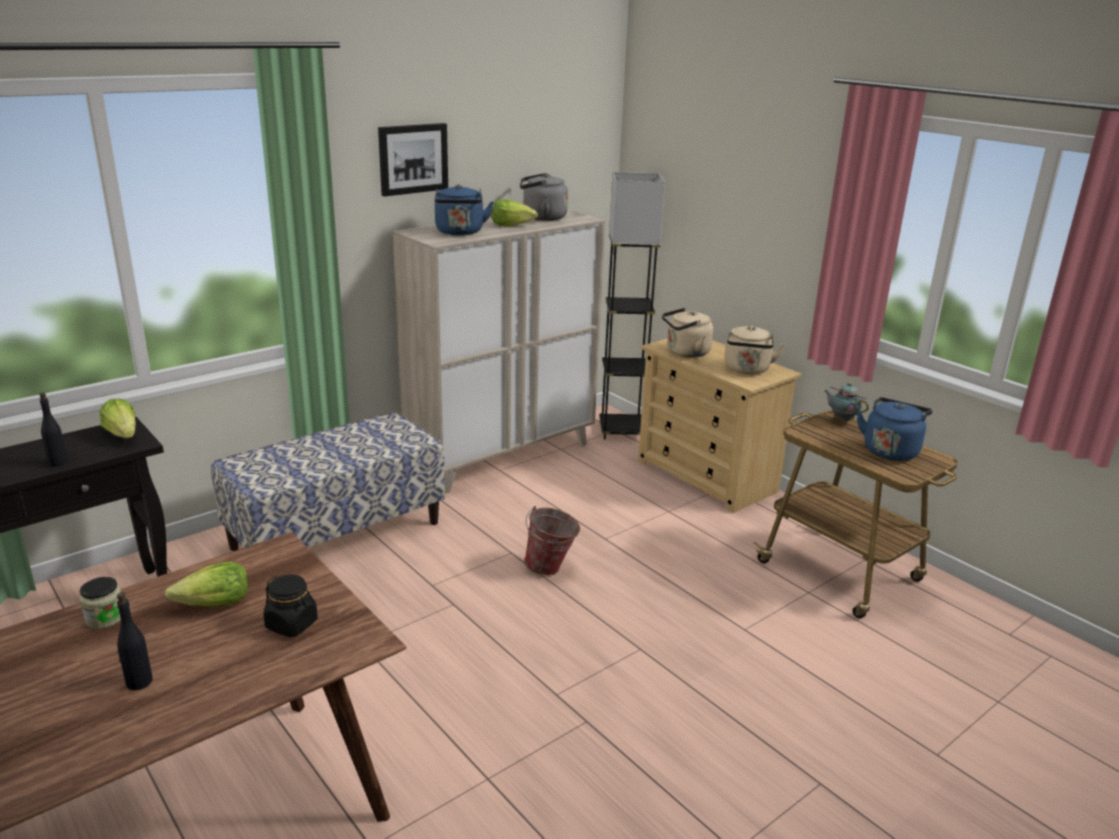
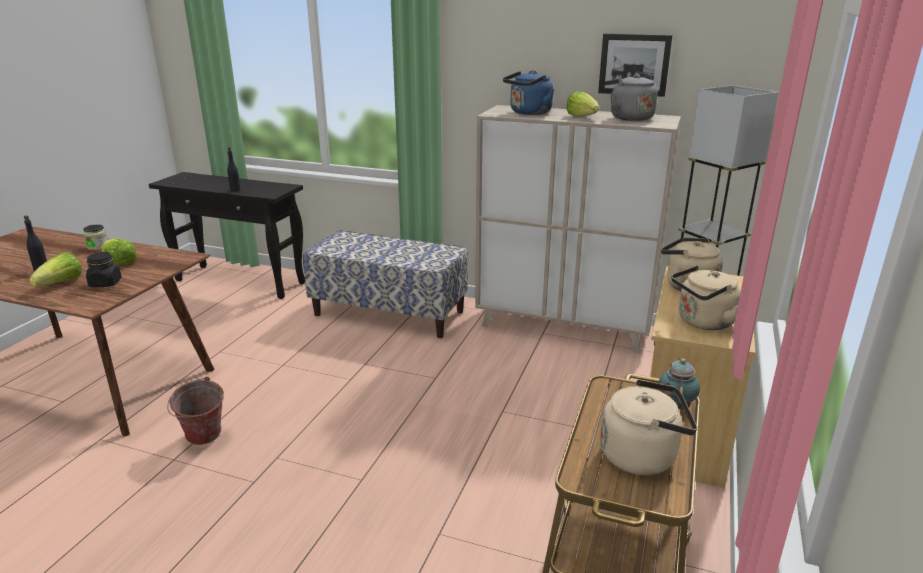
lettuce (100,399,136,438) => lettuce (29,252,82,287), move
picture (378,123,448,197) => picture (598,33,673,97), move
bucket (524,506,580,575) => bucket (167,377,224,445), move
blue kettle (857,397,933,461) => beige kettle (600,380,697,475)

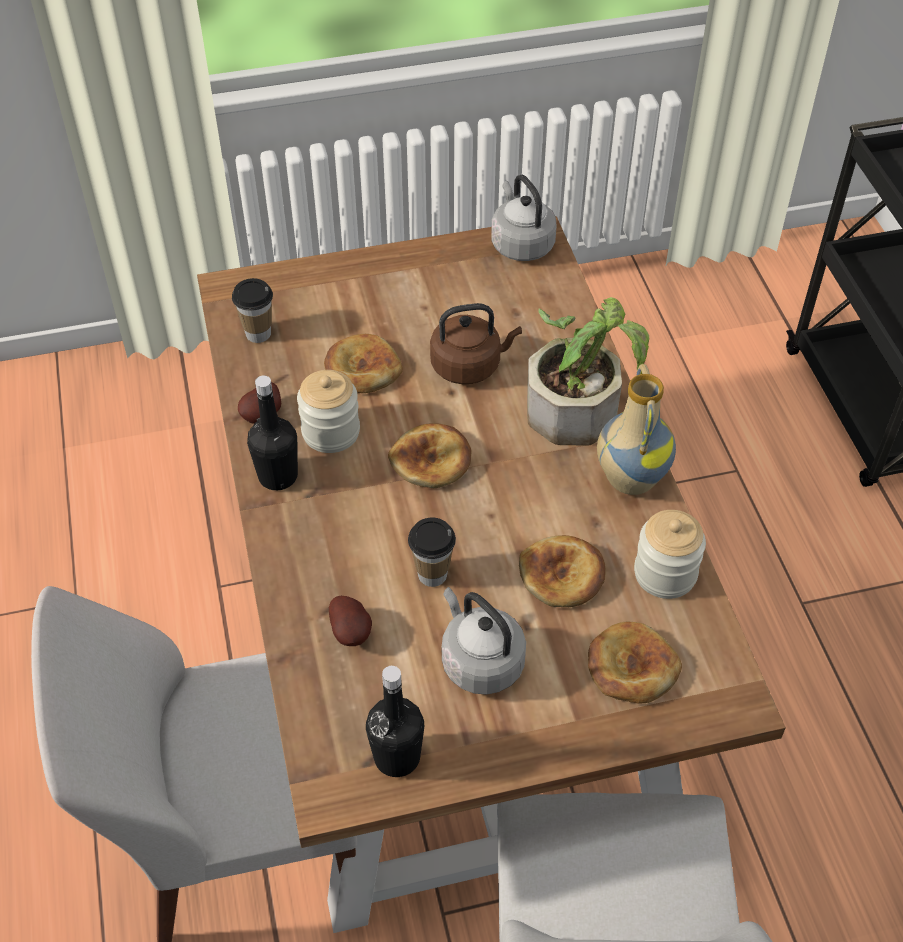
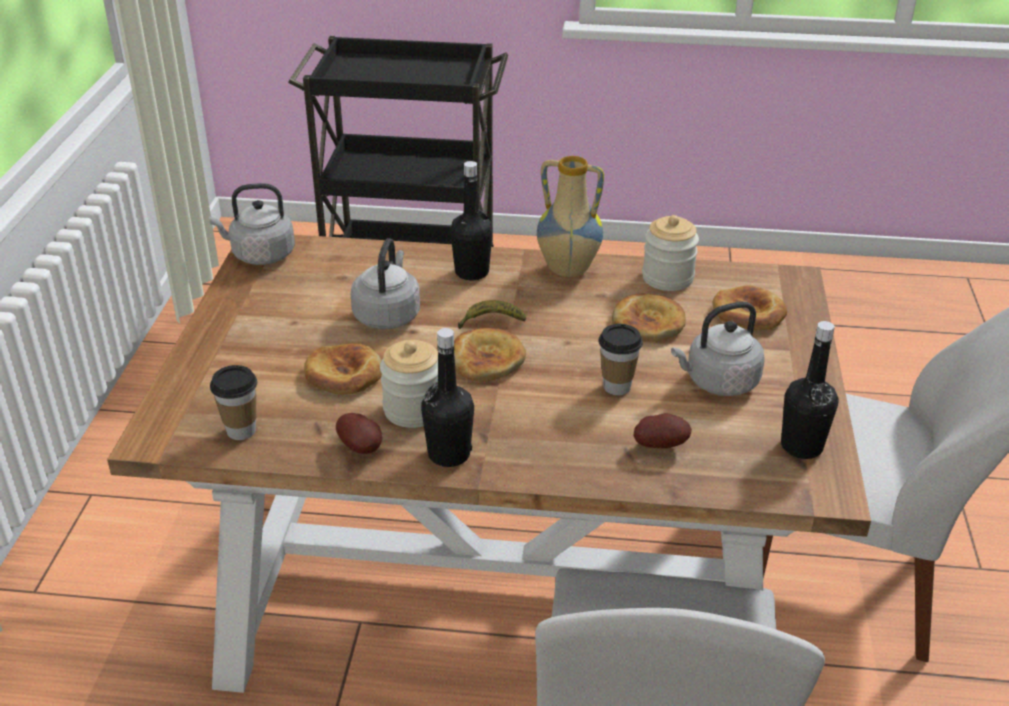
nothing => banana (458,300,526,329)
potted plant (527,297,649,446) => black bottle (450,161,493,280)
brown kettle (430,303,522,384) => grey kettle (350,238,420,329)

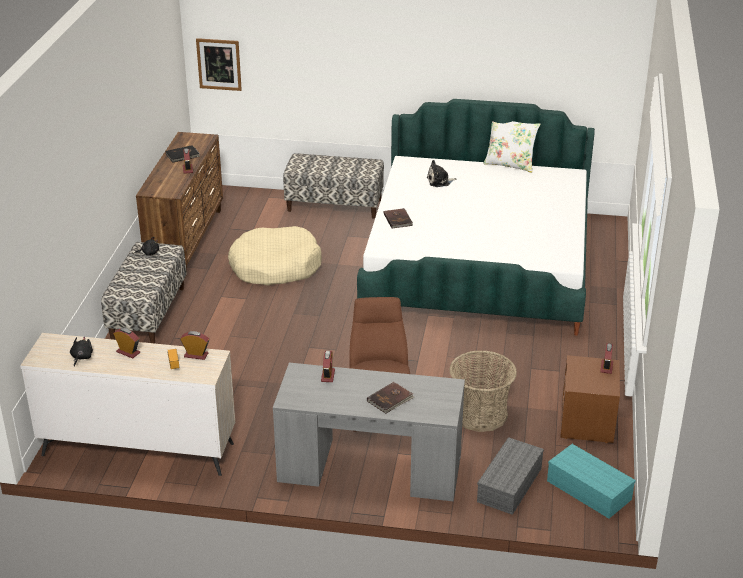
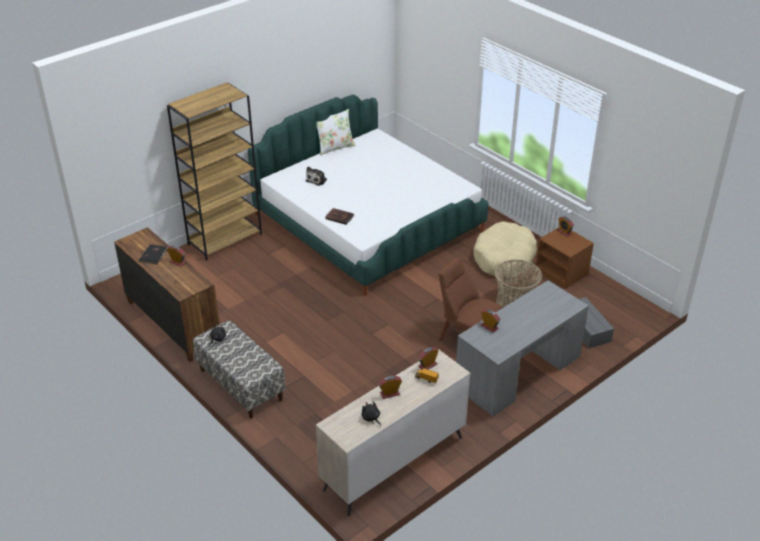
picture (196,38,242,91) => nothing
brown book (367,382,414,413) => nothing
turquoise storage box (547,444,636,518) => nothing
beige dog bed (228,226,322,286) => beige dog bed (473,221,537,277), move
bench (283,153,384,218) => brown bookcase (167,83,262,261)

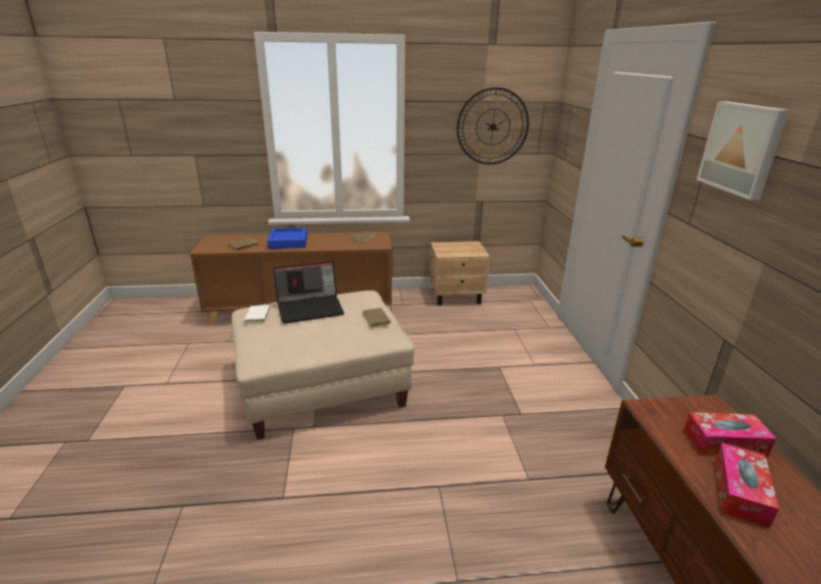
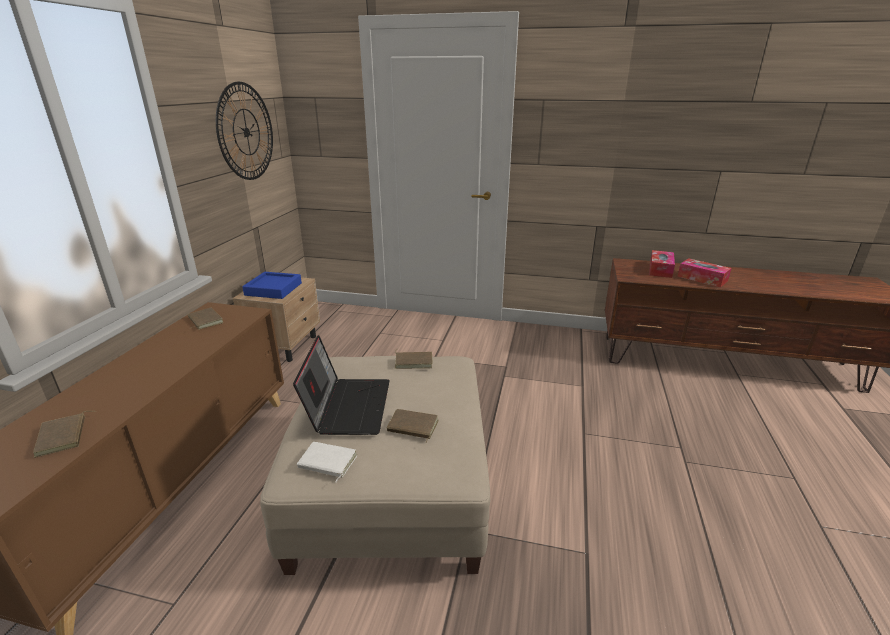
picture (697,101,790,200) => nothing
nothing => brown book (387,409,439,442)
blue tray (267,228,307,249) => blue tray (242,272,302,299), move

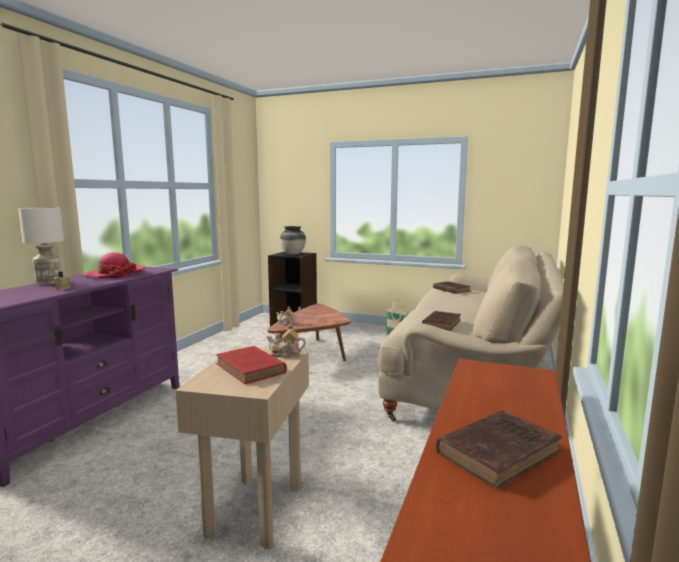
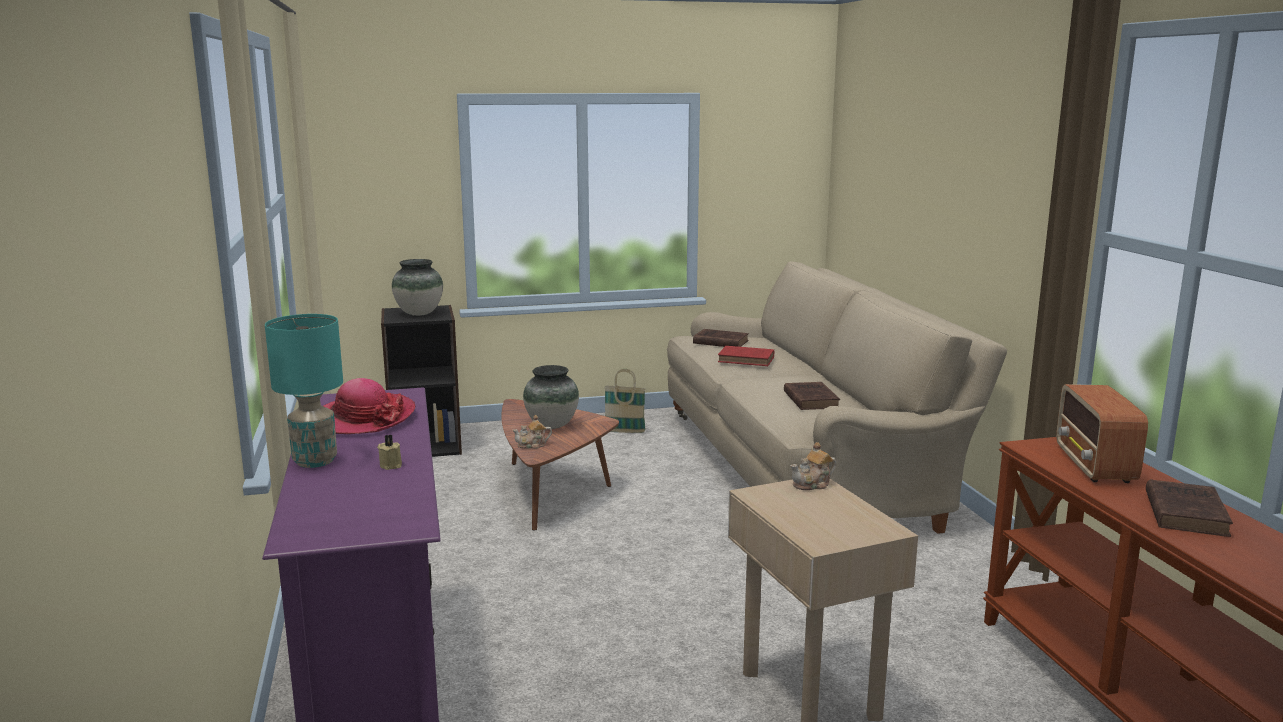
nothing => vase (523,365,579,429)
nothing => radio (1056,384,1148,483)
red book (216,346,287,384) => red book (718,346,774,366), move
white table lamp (18,207,64,285) => turquoise table lamp (265,314,343,468)

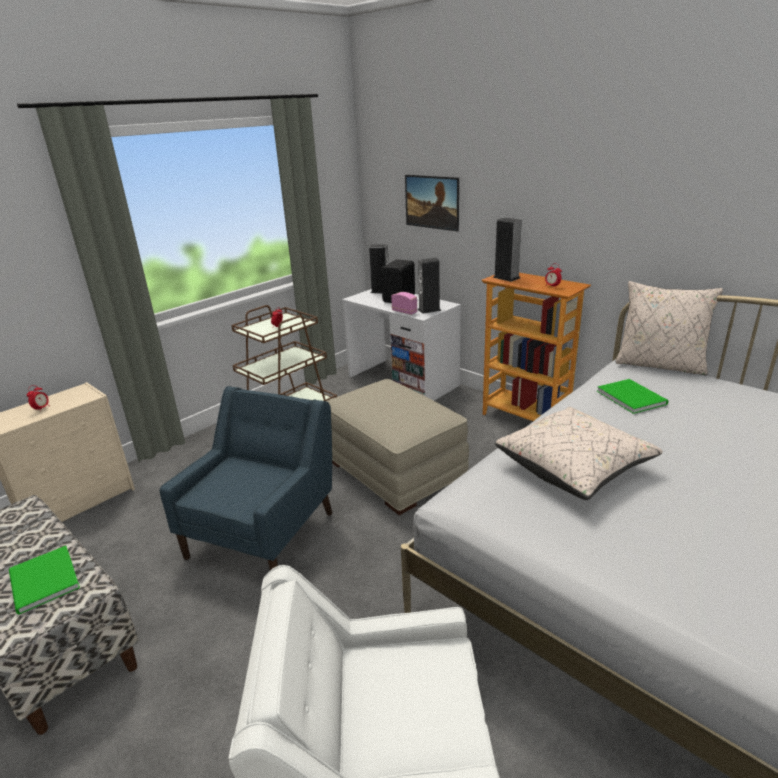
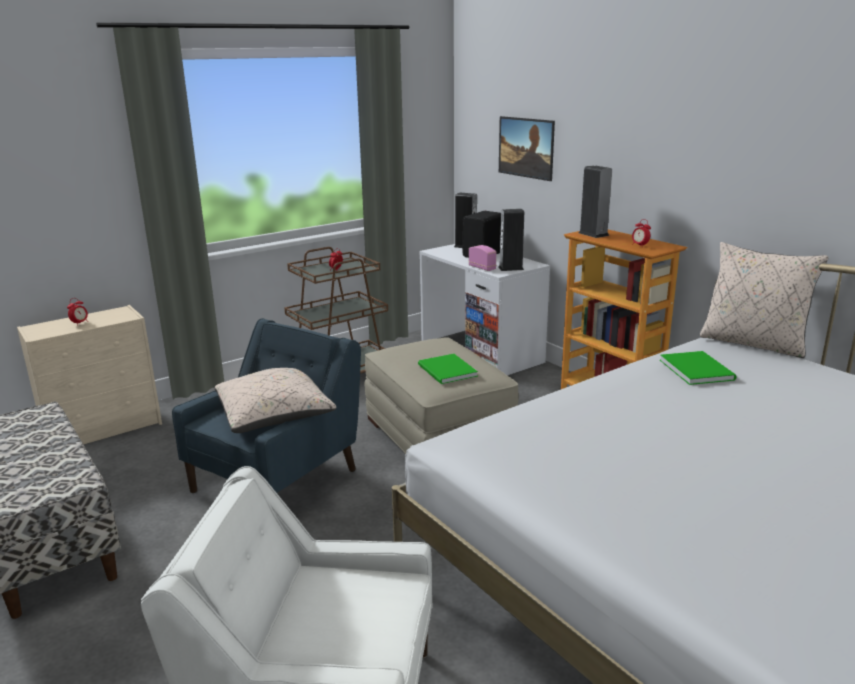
green book (9,546,80,615) => green book (418,354,478,384), move
beige pillow (495,407,663,500) => beige pillow (215,368,337,433), move

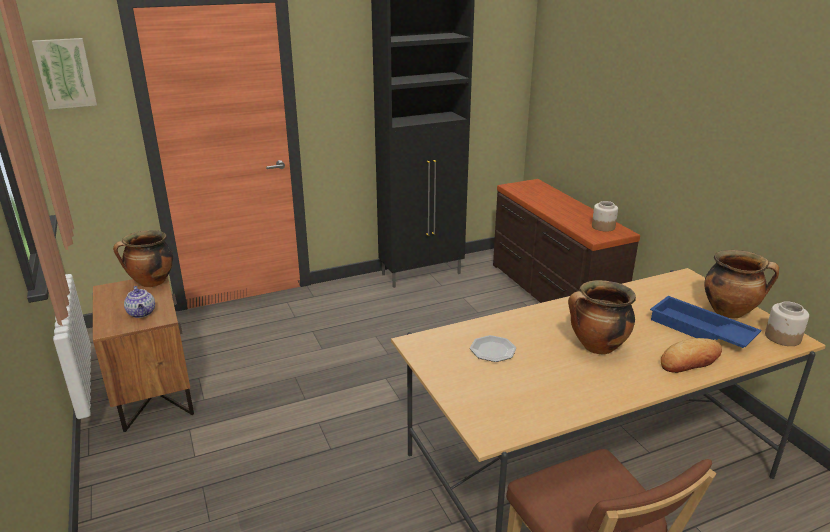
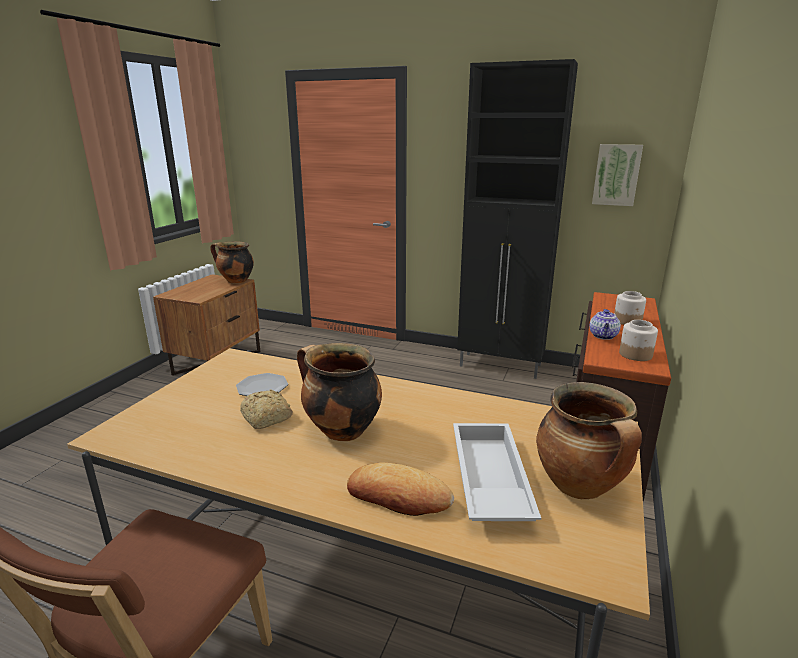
nothing => bread (240,390,293,429)
picture (32,38,97,110) => picture (592,144,643,206), move
teapot (124,286,155,318) => teapot (589,309,621,340), move
jar (765,301,809,346) => jar (614,291,646,325), move
blue tray (650,296,762,348) => white tray (453,423,541,521)

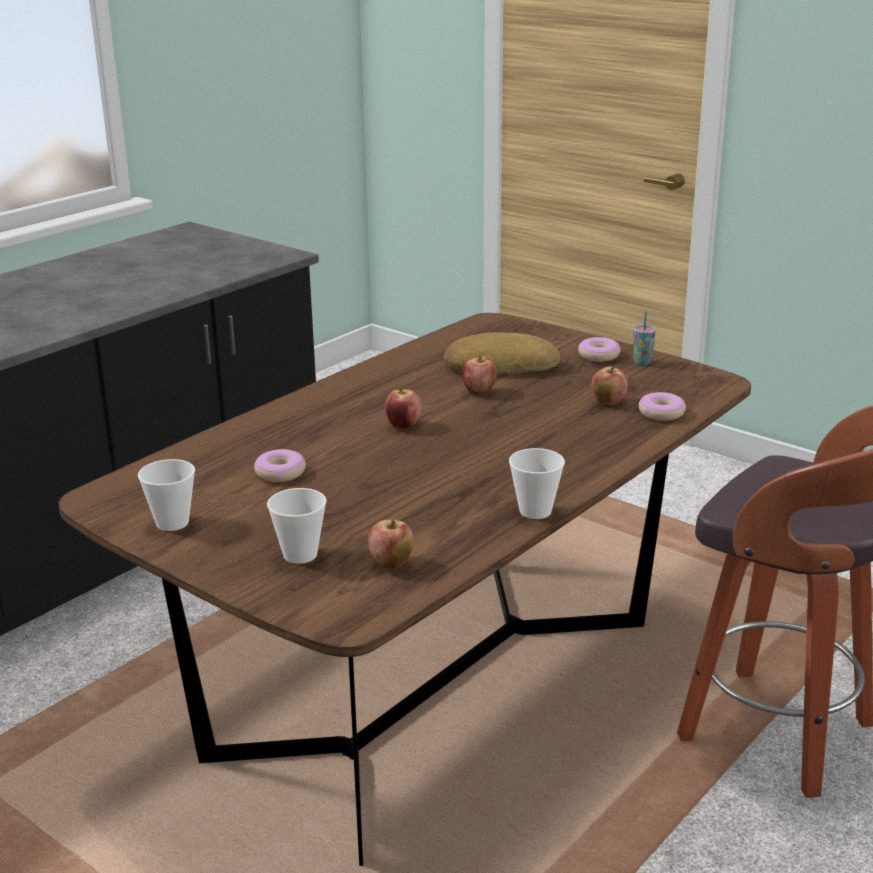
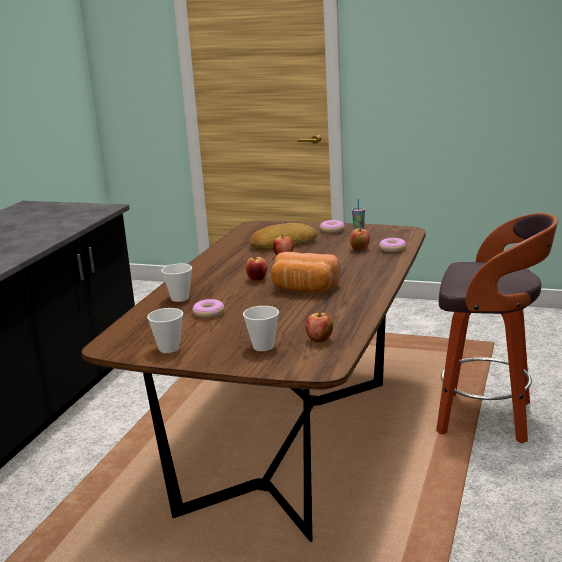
nothing => bread (271,252,341,292)
cup (509,448,565,519) => cup (161,263,192,302), move

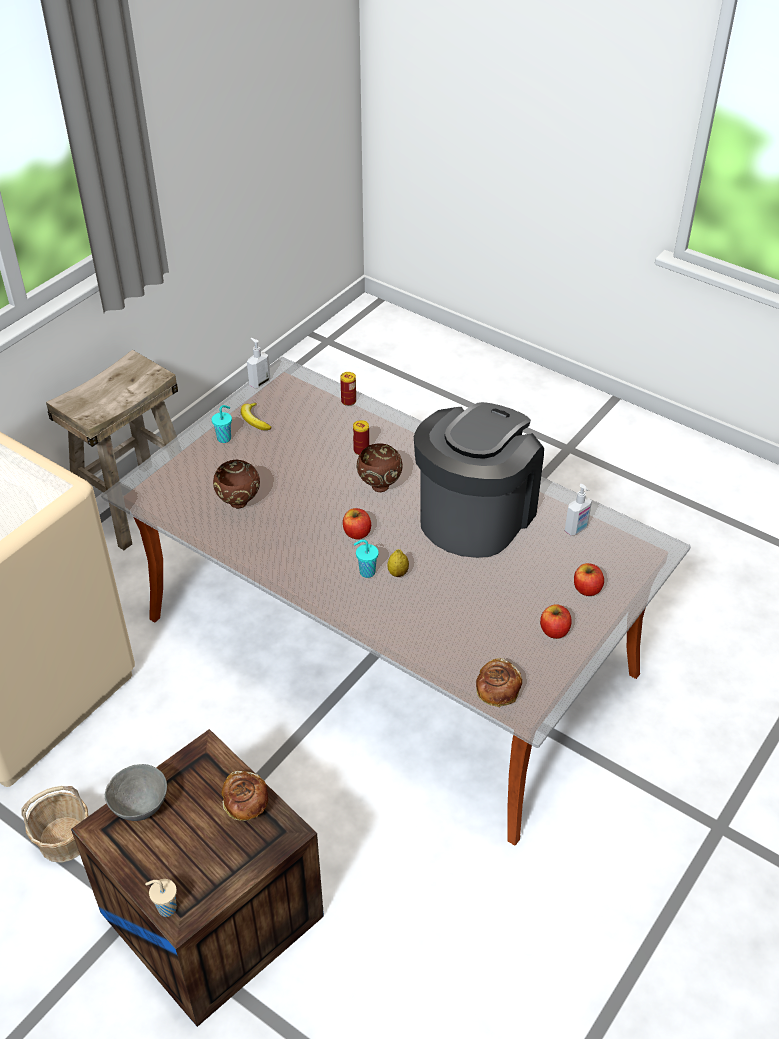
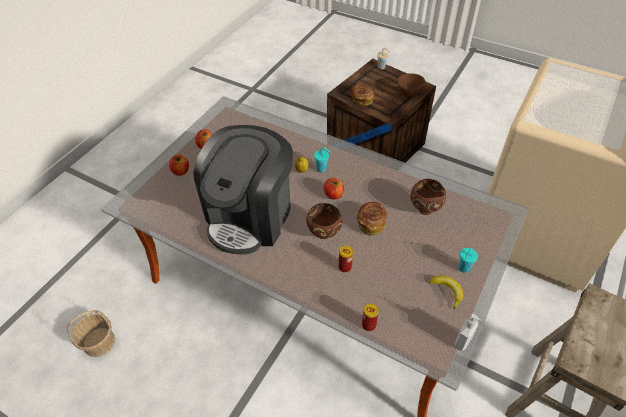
soap dispenser (565,484,592,536) => nothing
basket (21,786,88,863) => basket (66,310,115,357), move
bread (476,658,522,707) => bread (357,202,387,236), move
grey bowl (105,764,167,821) => brown bowl (397,74,425,98)

